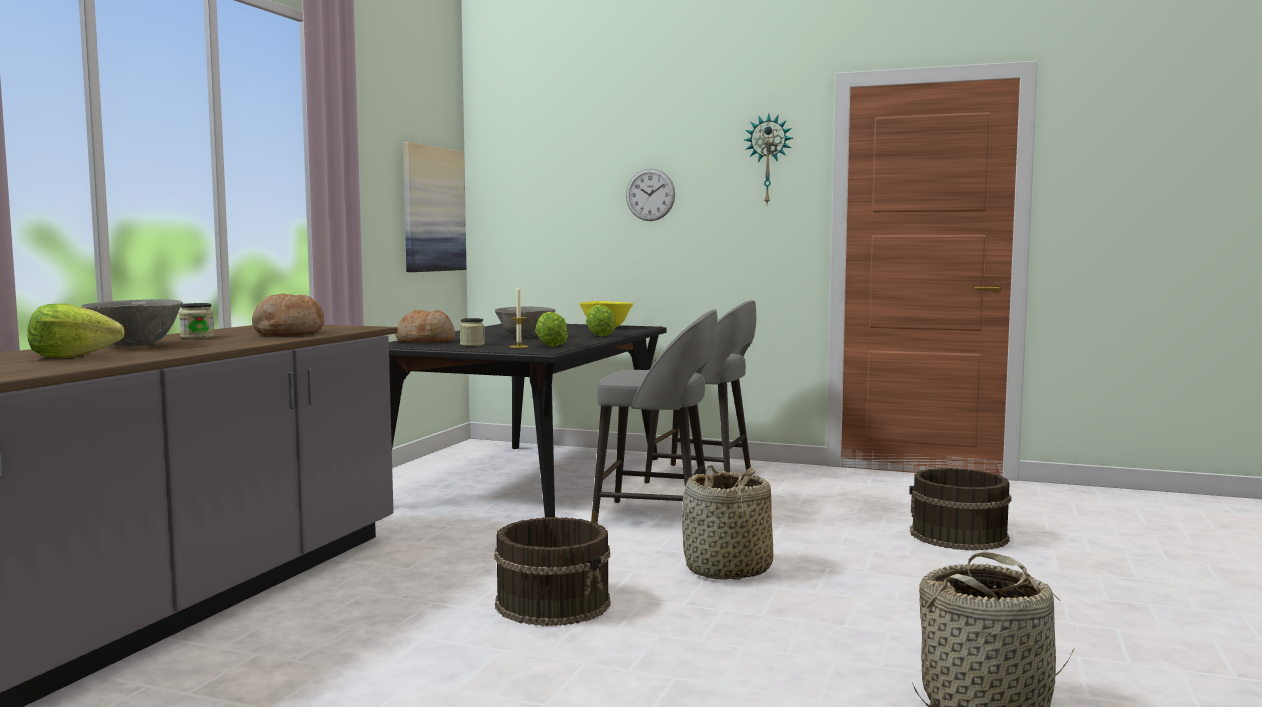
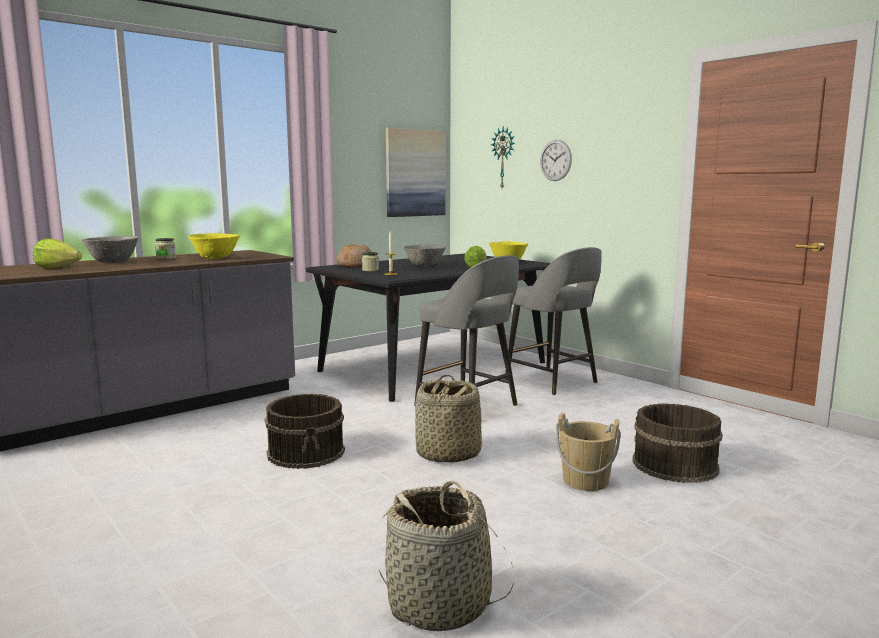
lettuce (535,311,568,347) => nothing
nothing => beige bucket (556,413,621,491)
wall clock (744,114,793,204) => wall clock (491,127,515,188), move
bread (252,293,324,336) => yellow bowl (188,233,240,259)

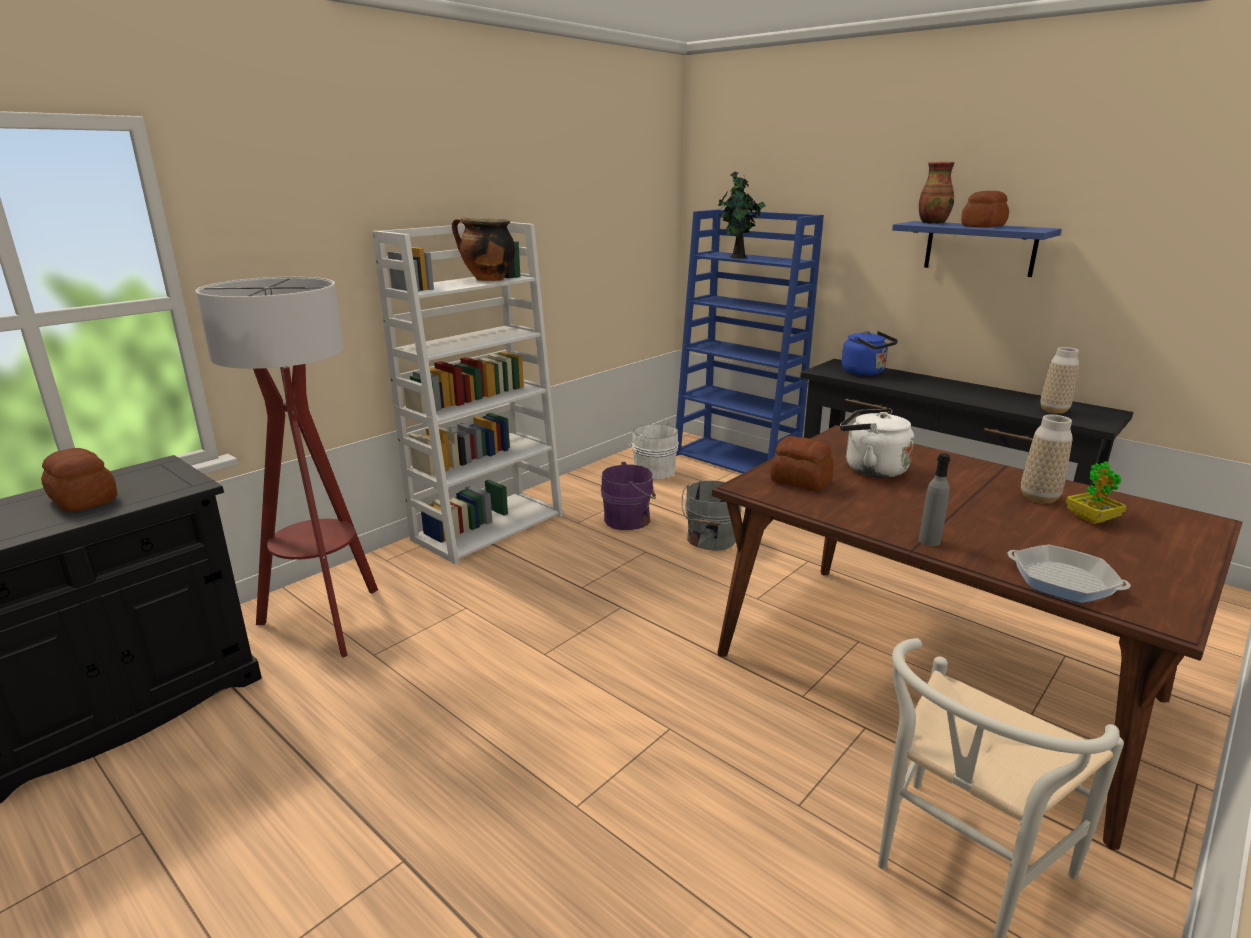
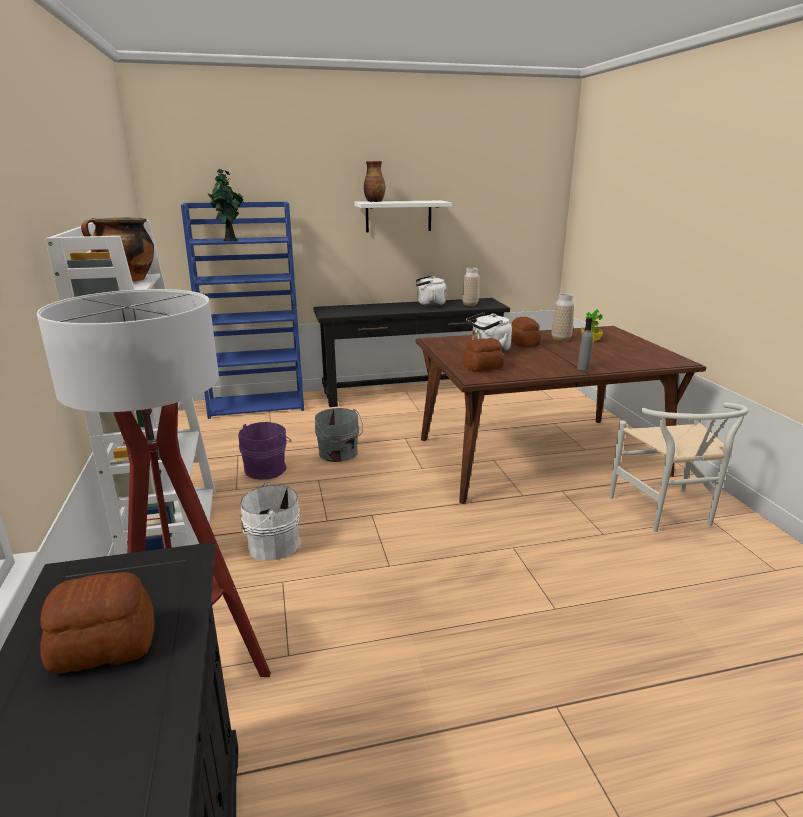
blue kettle (842,331,898,376) => nothing
frying pan (1007,545,1131,603) => nothing
nothing => white kettle (416,276,447,306)
white bucket (627,422,679,479) => white bucket (240,483,300,561), move
bread (961,191,1009,228) => bread (511,317,541,347), move
blue shelf (892,221,1062,277) => white shelf (354,201,452,232)

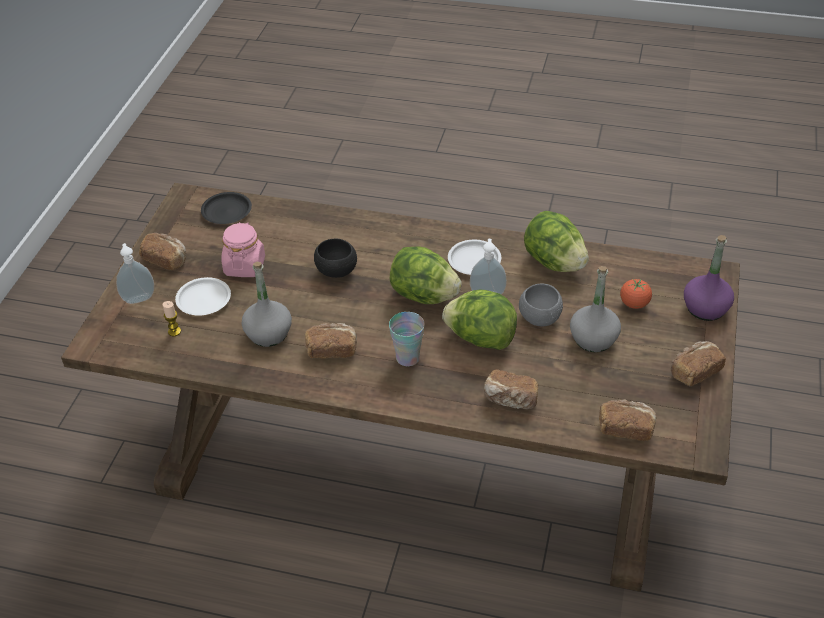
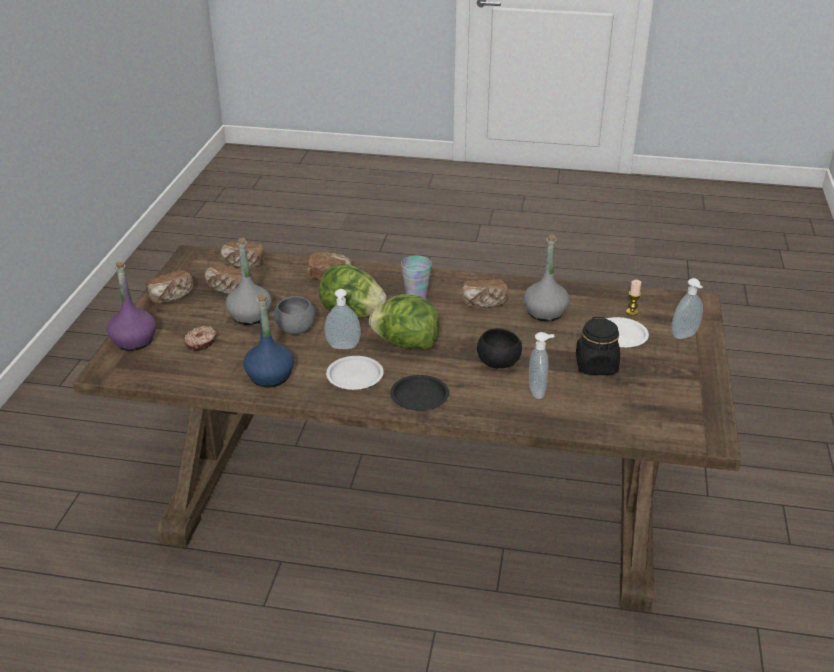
nothing => soap dispenser (529,332,555,399)
bread (139,233,186,270) => bread (205,264,241,294), move
black plate (201,192,252,224) => black plate (390,375,449,411), move
lettuce (524,211,589,272) => blue bottle (244,294,294,388)
tomato (620,279,652,309) => donut (184,326,217,351)
pink jar (221,222,265,277) => black jar (576,317,620,375)

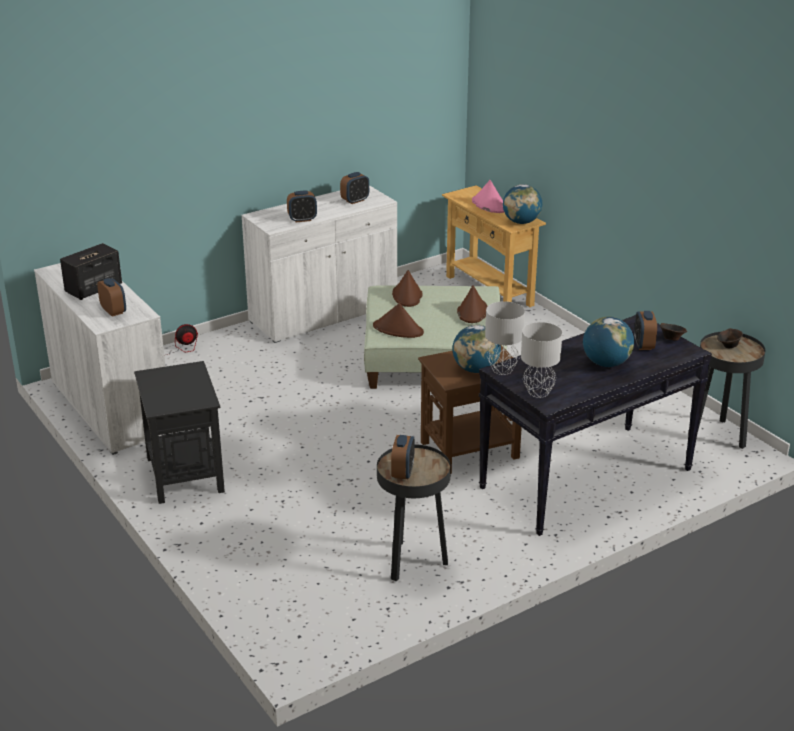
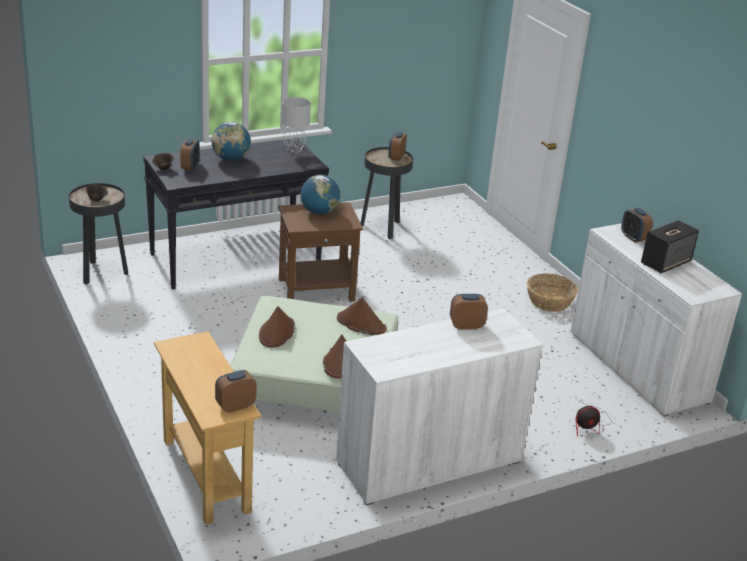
pink hat (472,180,504,213) => nothing
grey table lamp (485,301,525,375) => nothing
globe (503,184,542,224) => nothing
alarm clock (340,172,369,204) => alarm clock (215,370,257,413), move
black side table (134,361,225,504) => basket (527,273,578,312)

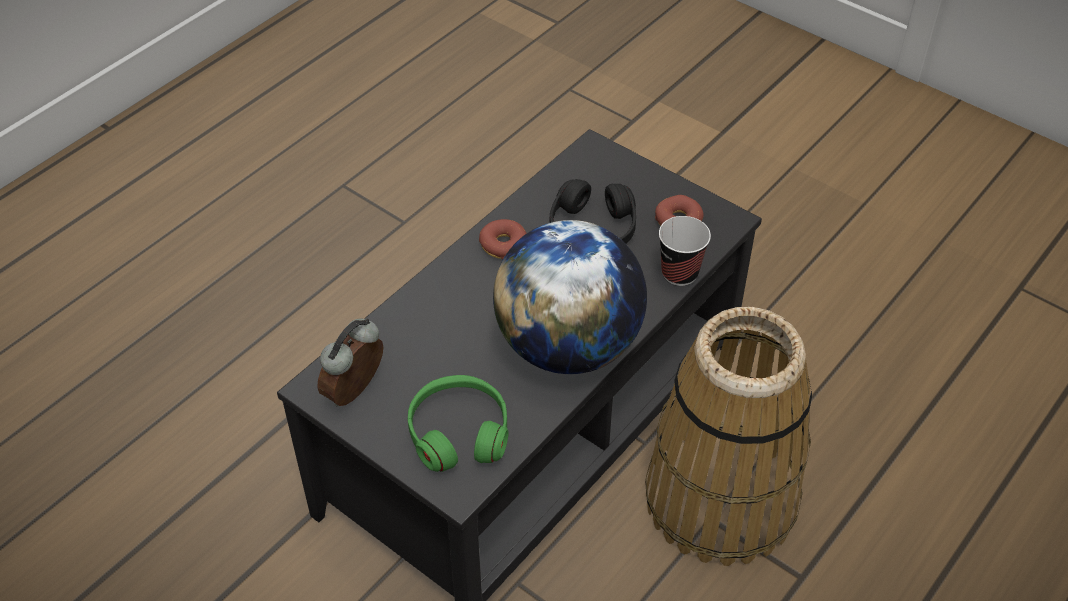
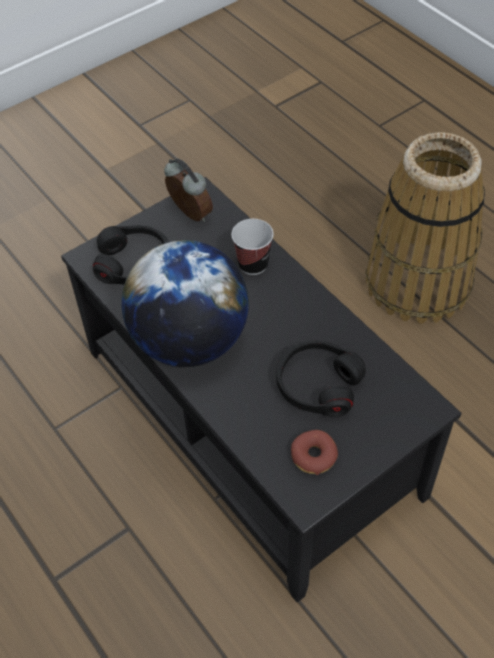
donut (479,219,527,259) => nothing
basket (645,307,812,566) => basket (365,132,485,324), move
cup (659,216,711,286) => cup (231,219,273,275), move
green headphones (408,375,508,472) => black headphones (93,225,169,285)

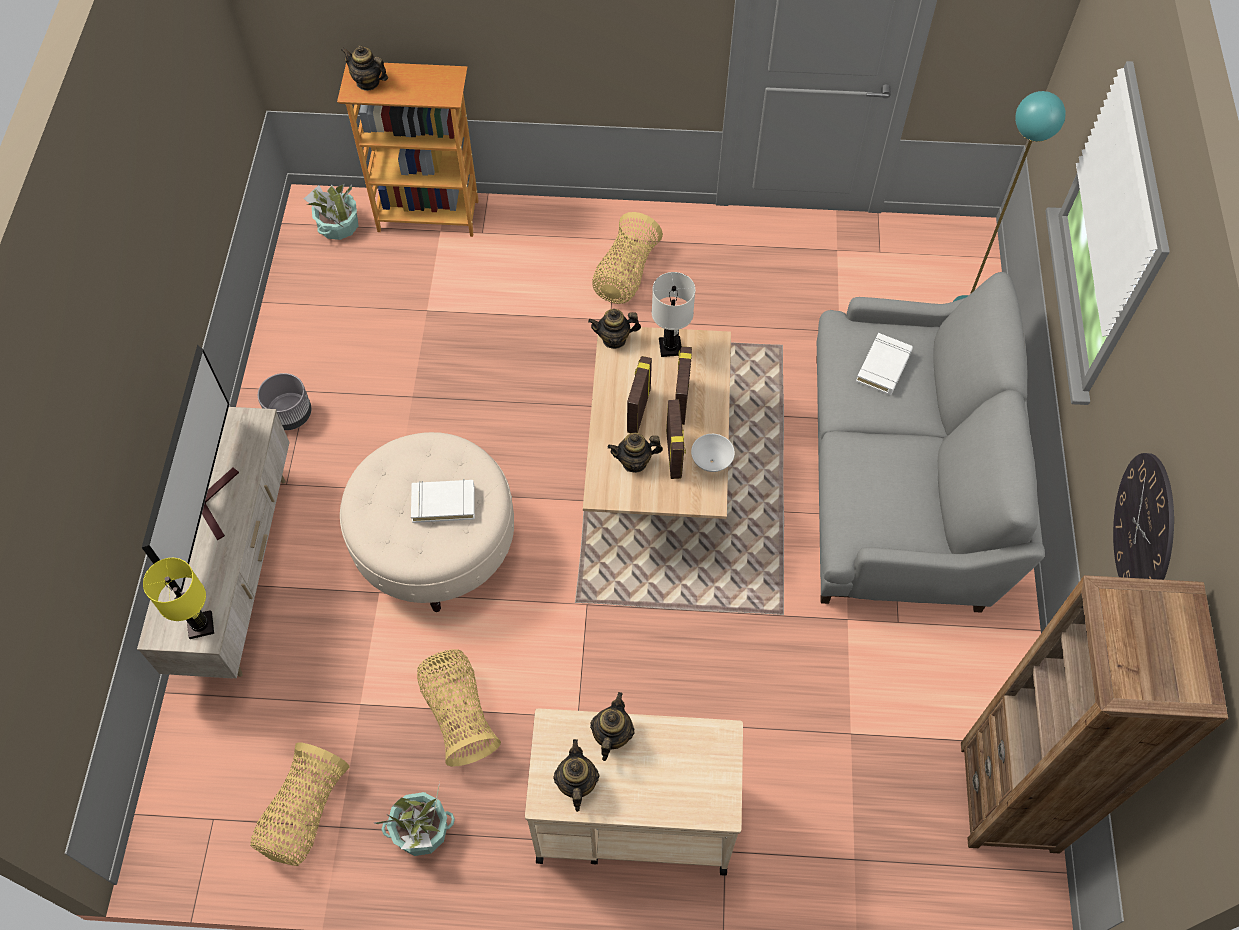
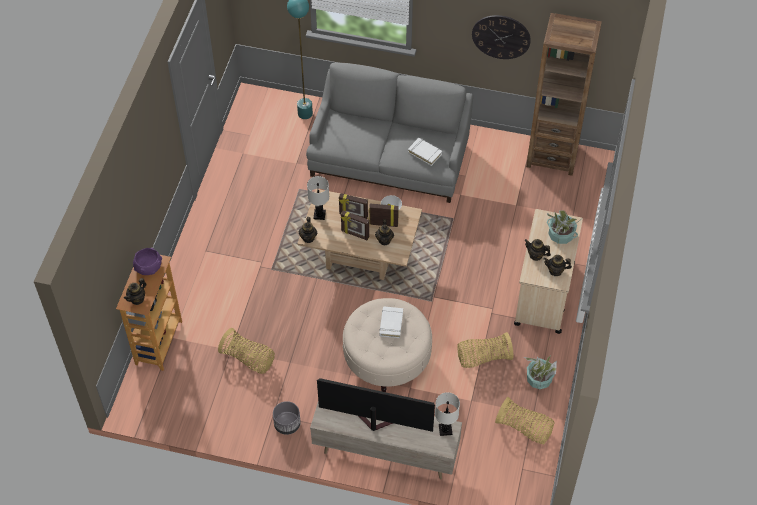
nothing => purple bowl (133,248,162,275)
potted plant (304,184,358,240) => potted plant (547,210,580,244), move
basket (592,212,663,304) => basket (218,328,275,374), move
white book (856,333,913,395) => white book (408,138,442,166), move
yellow table lamp (143,558,214,639) => white table lamp (435,392,460,436)

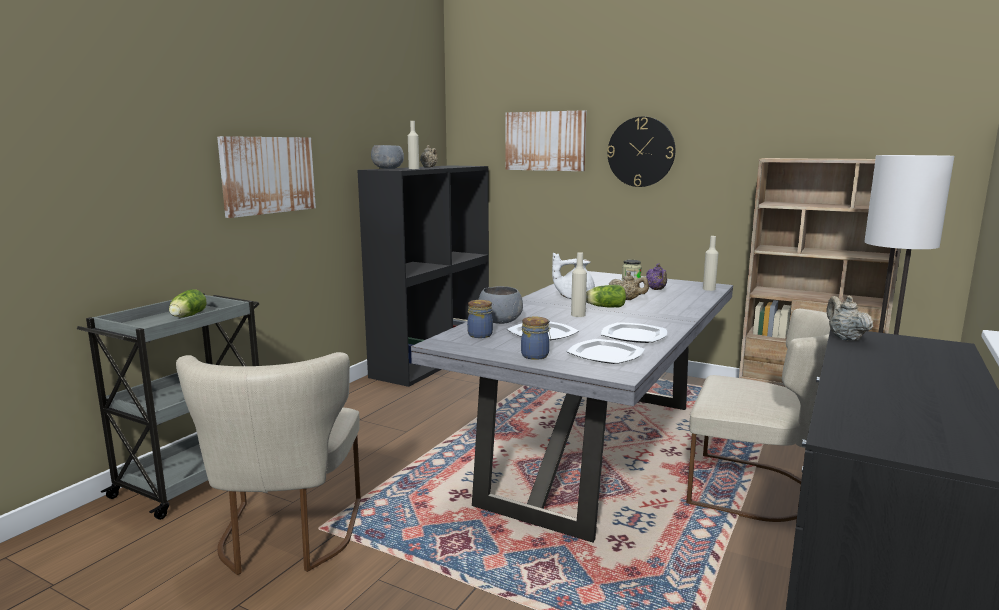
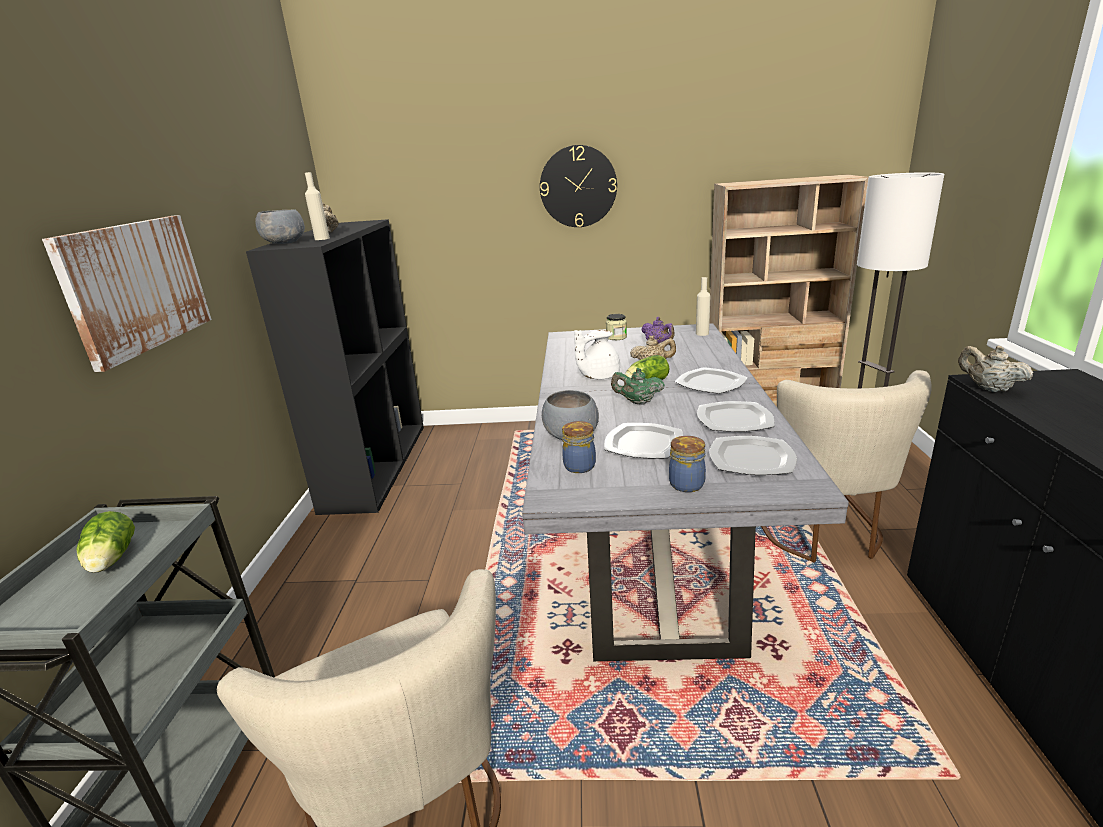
picture (505,110,586,171) => nothing
nothing => plate (675,367,748,394)
beige bottle (571,252,587,317) => green teapot (611,368,665,405)
beige chair (686,309,830,522) => beige chair (761,370,932,563), 90 degrees clockwise

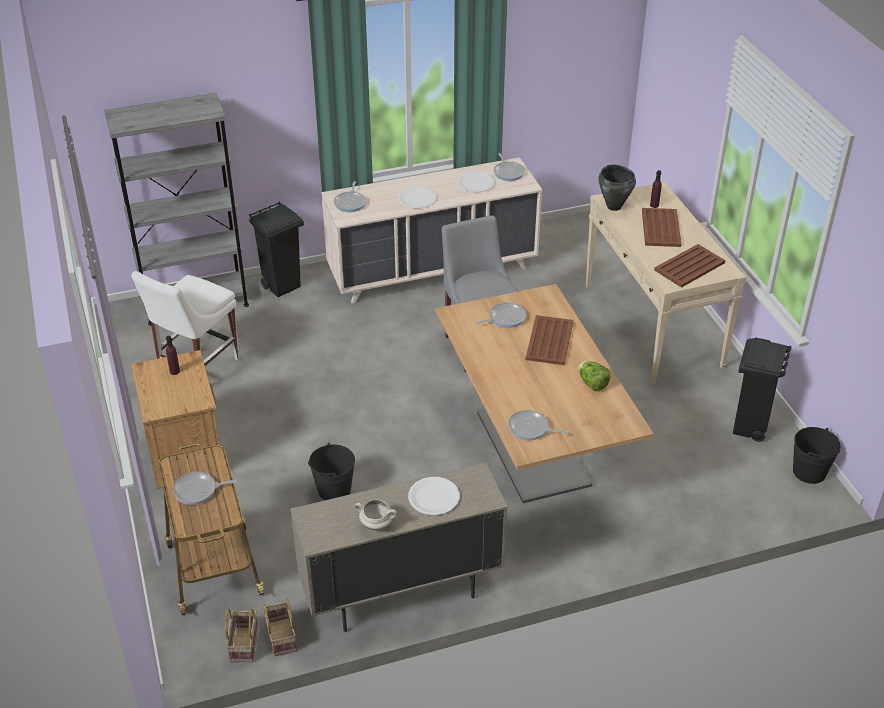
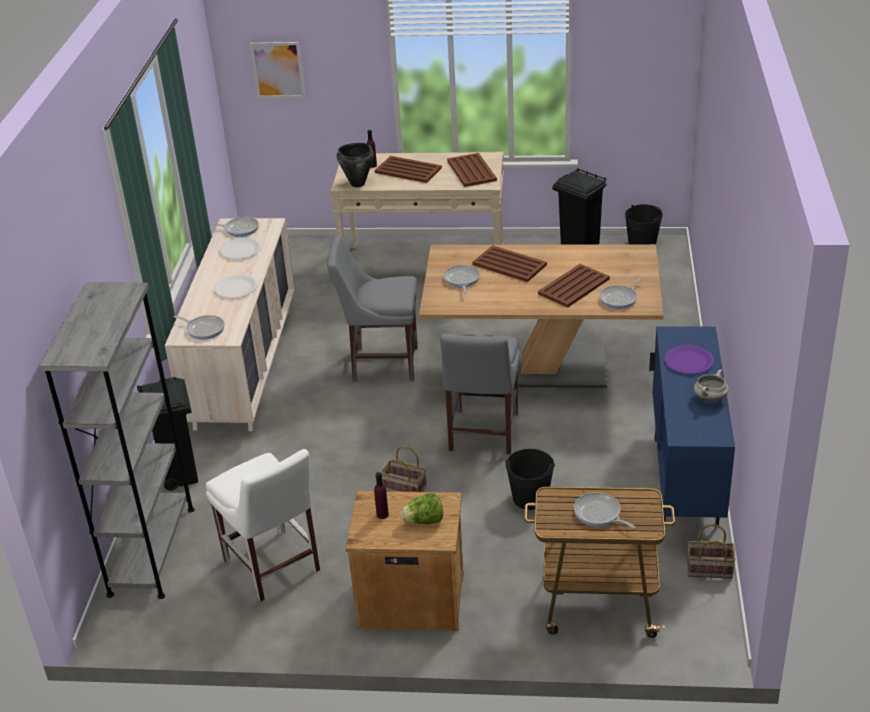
nothing => picture (250,42,305,98)
nothing => grey chair (440,334,520,454)
nothing => brown tray (538,264,610,308)
basket (225,609,258,662) => basket (380,446,427,492), move
lettuce (578,361,611,391) => lettuce (400,493,443,524), move
beige cabinet (290,462,508,632) => blue cabinet (649,326,735,525)
white plate (408,477,460,515) => purple plate (664,345,714,374)
frying pan (173,472,237,505) => frying pan (574,492,636,529), 120 degrees clockwise

